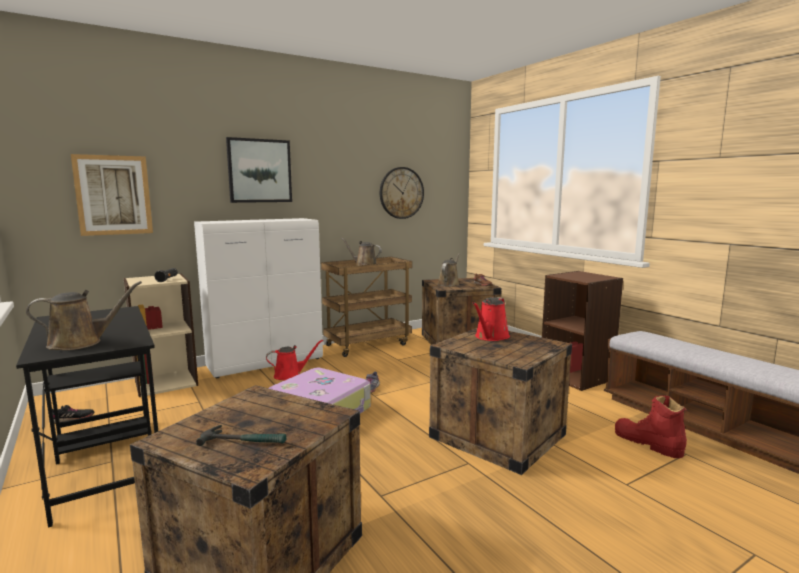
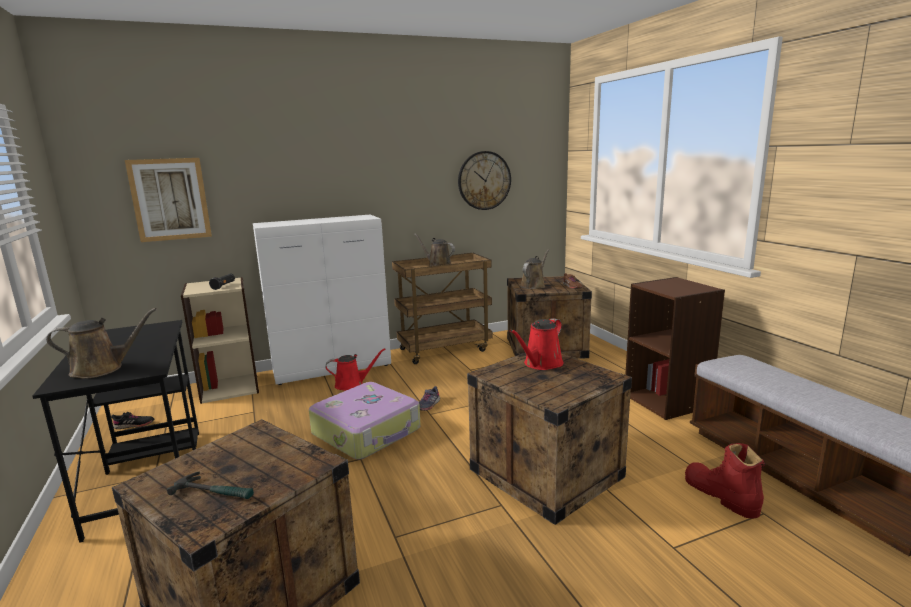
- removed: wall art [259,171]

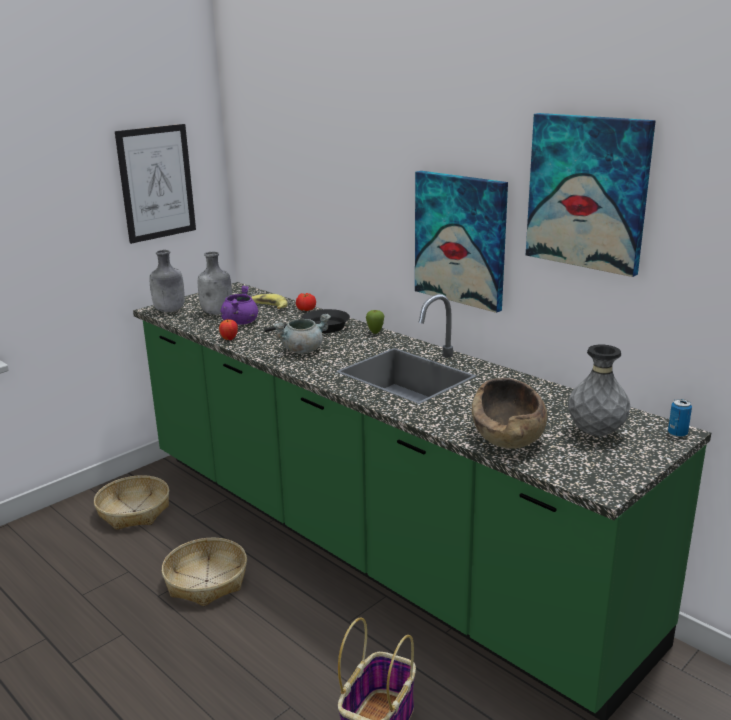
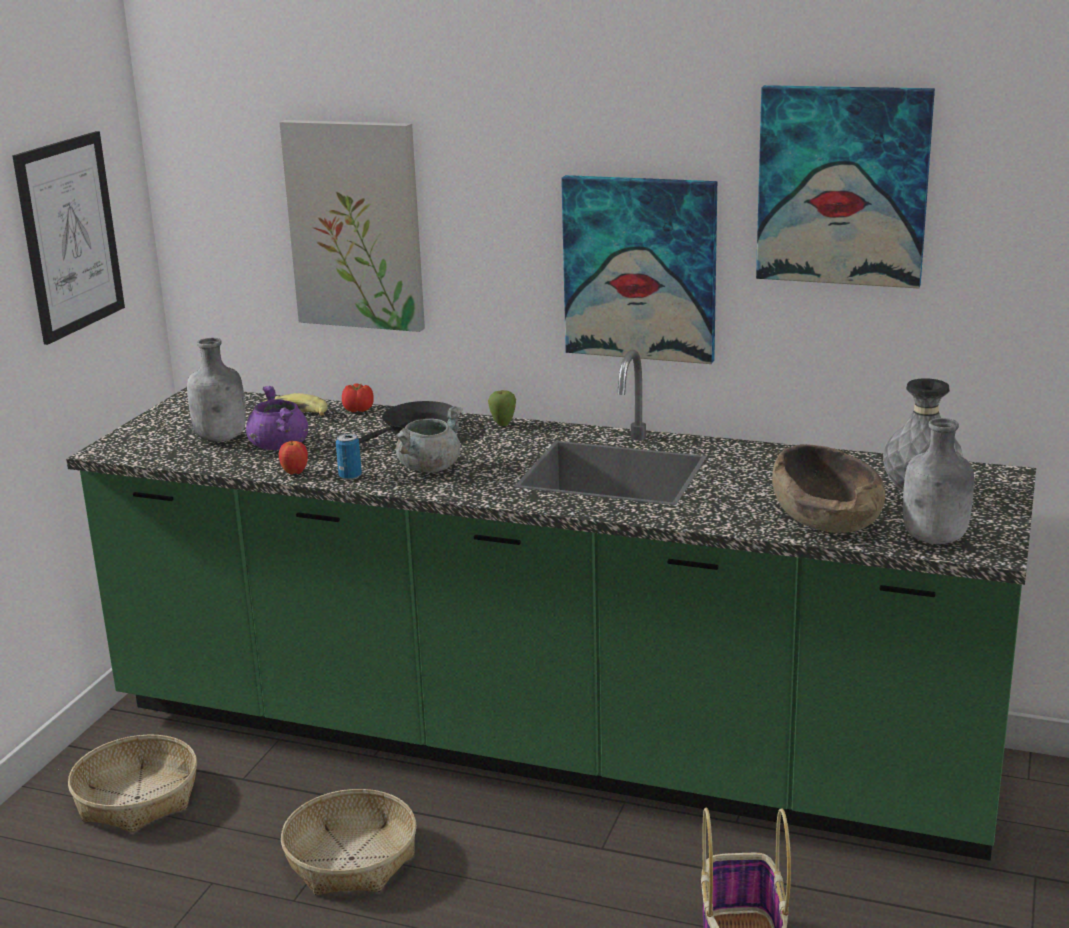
- moved: beverage bottle (gray) [169,310] to [935,539]
- moved: metal can [677,434] to [350,476]
- added: wall art [355,225]

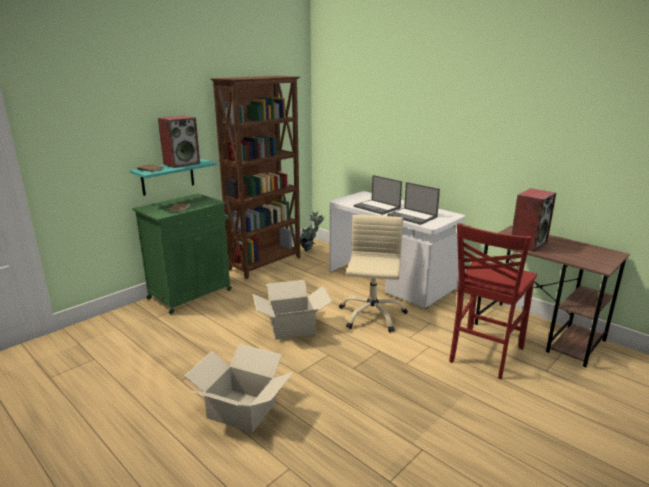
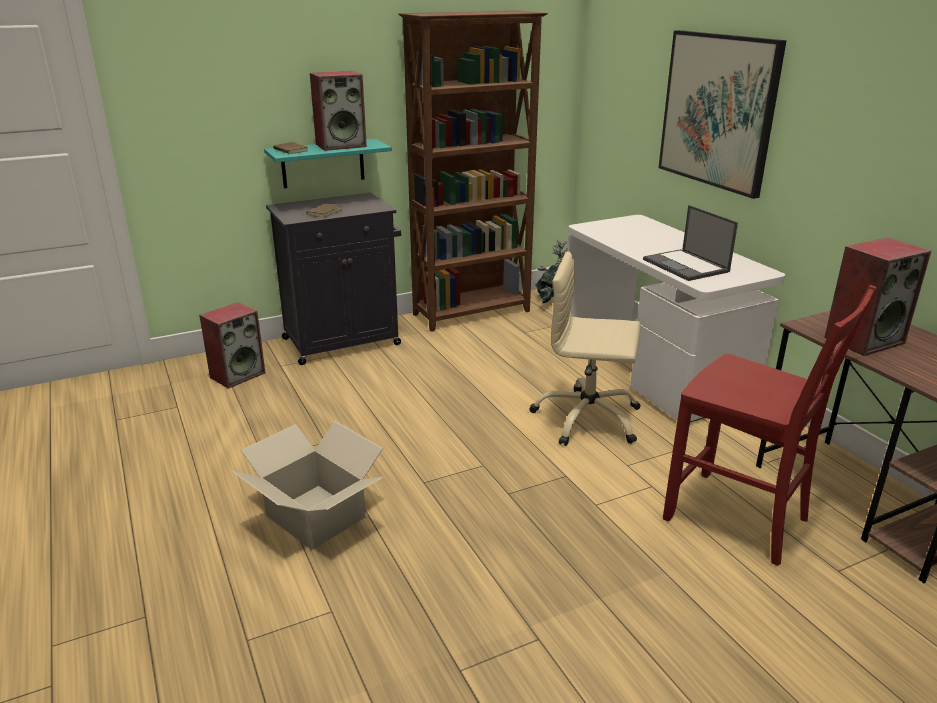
- recoloured: cupboard (greenish) [191,294] to cupboard (black-coloured) [343,341]
- removed: carton [292,327]
- turned: computer chair (sand-coloured) [371,315] = [587,419] 105 degrees counterclockwise
- removed: notebook computer [377,207]
- turned: chair (red) [484,355] = [739,519] 105 degrees counterclockwise
- added: loudspeaker [238,375]
- added: wall art [718,111]

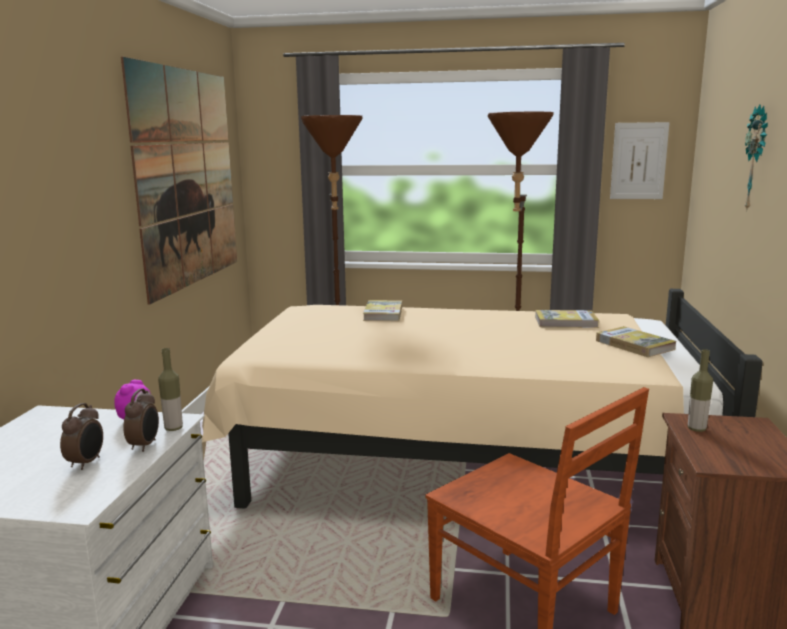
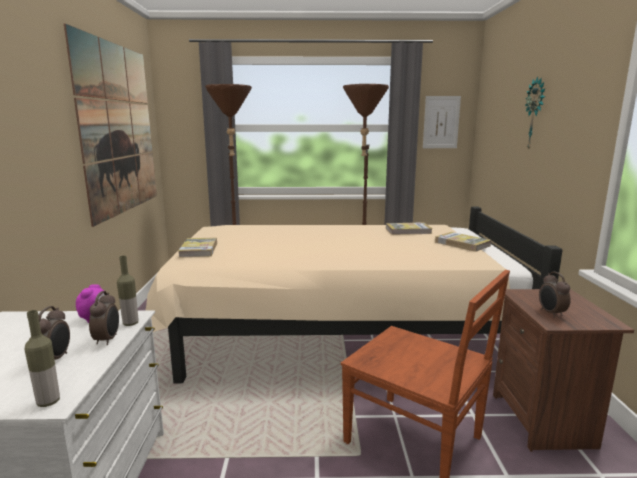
- moved: book [383,313] to [198,250]
- moved: beverage bottle [696,429] to [48,402]
- added: bedside clock [551,313]

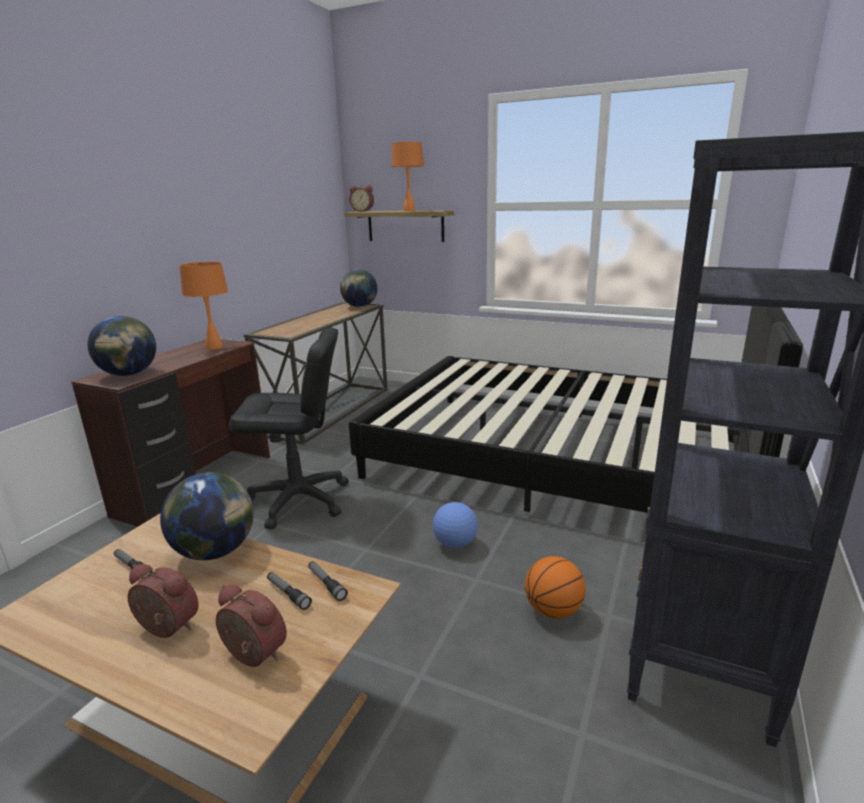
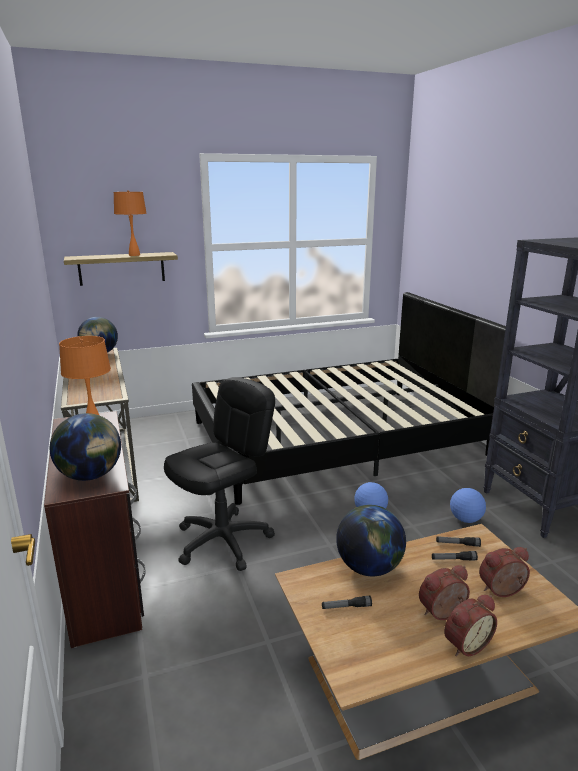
- moved: bedside clock [363,211] to [465,643]
- replaced: ball for basketball [553,610] to ball for football [465,519]

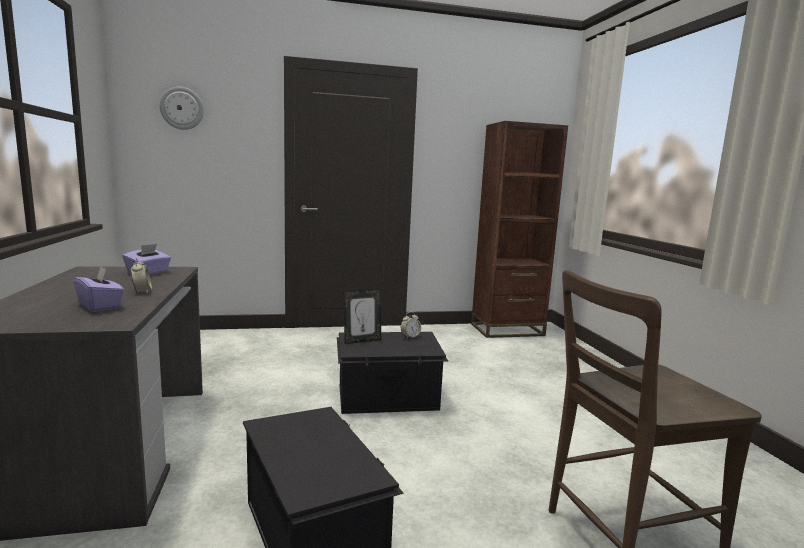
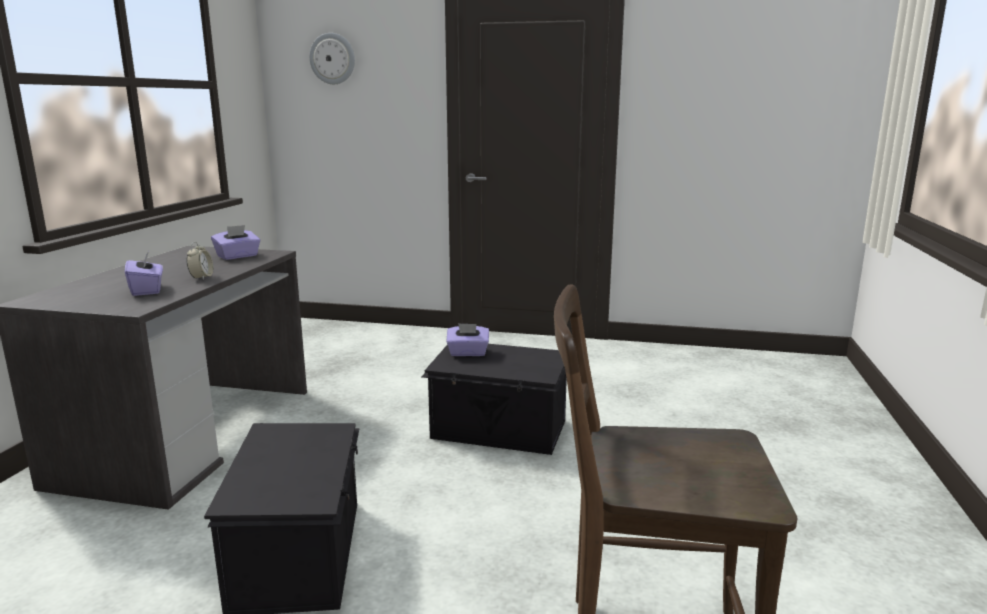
- replaced: standing frame [362,340] to tissue box (purple) [468,353]
- removed: bedside clock [410,336]
- removed: bookshelf (brown) [507,330]

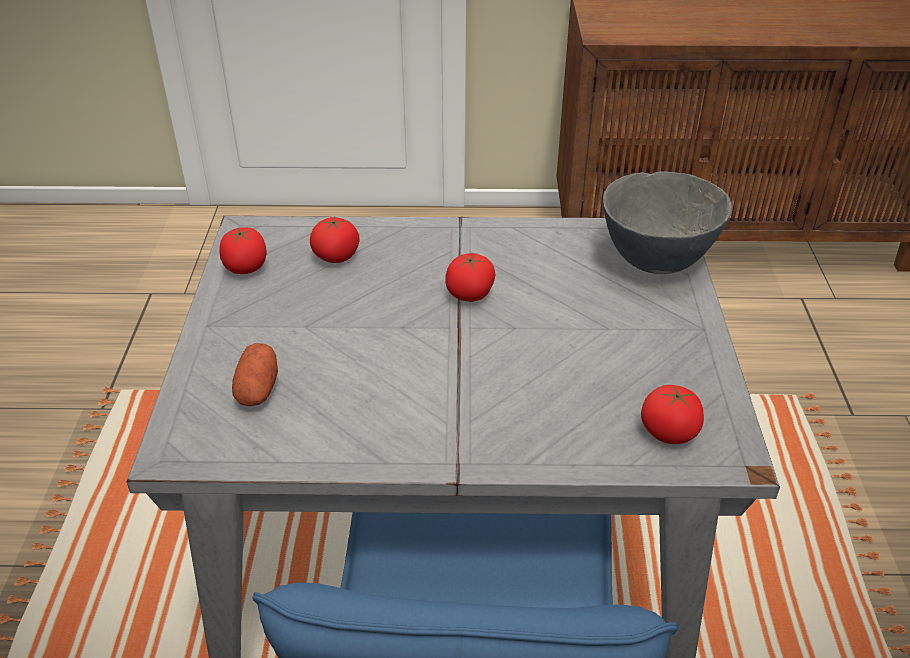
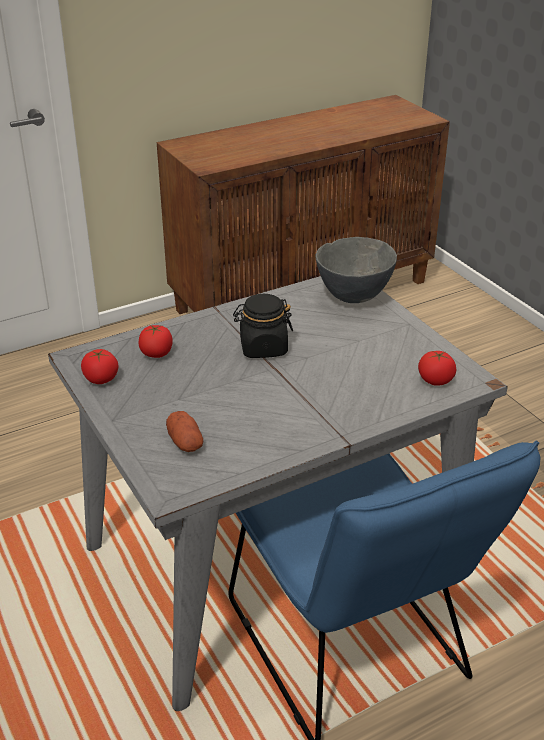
- replaced: fresh tomato [470,294] to jar (black-coloured) [263,348]

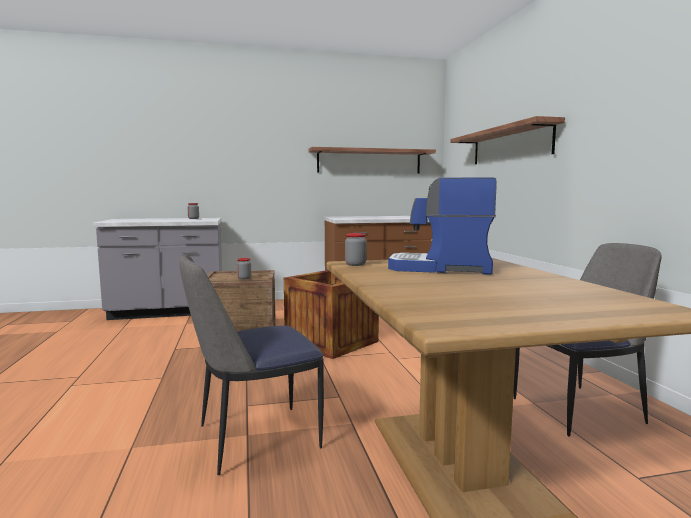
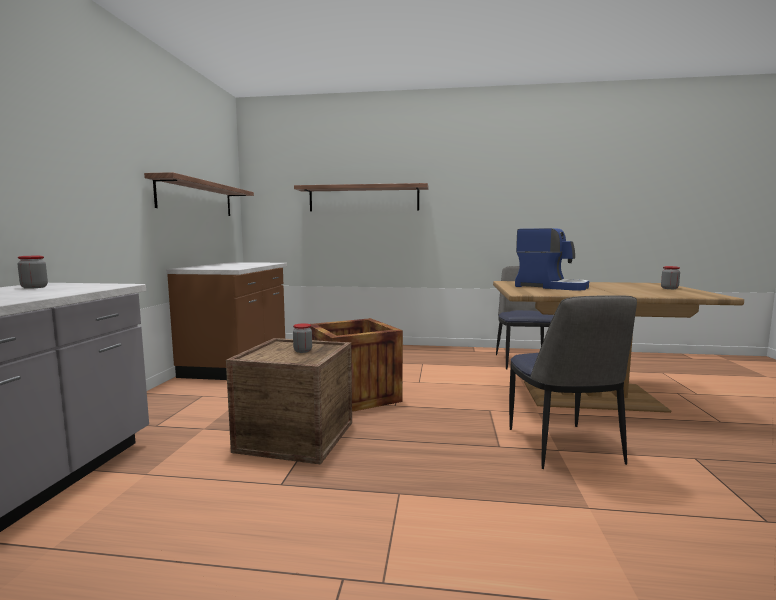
- moved: jar [355,264] to [669,288]
- turned: coffee maker [441,268] = [551,287] 90 degrees counterclockwise

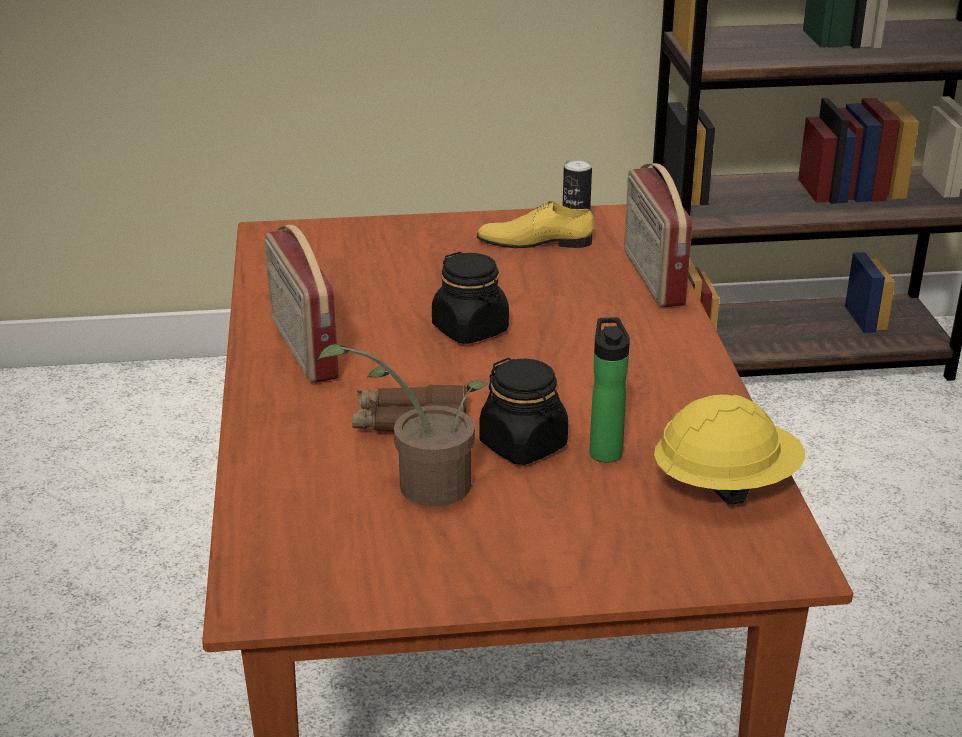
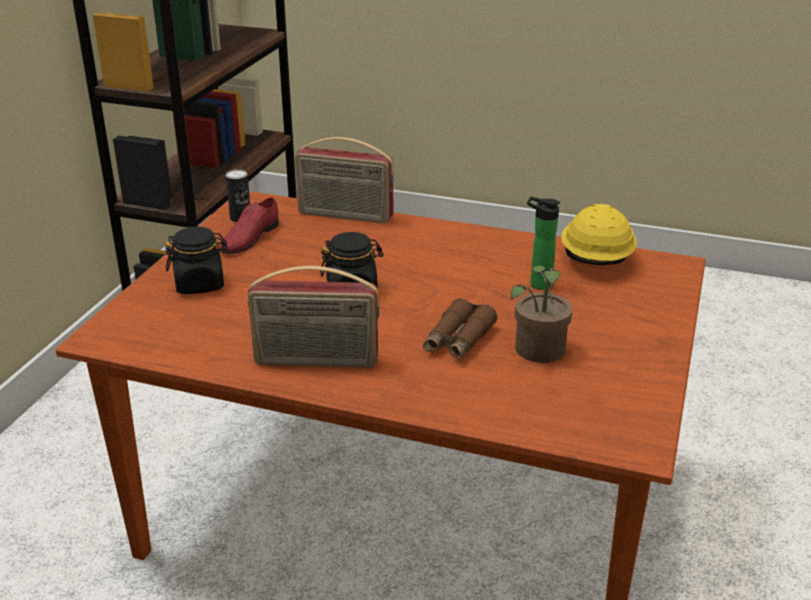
- recoloured: low shoe (yellow-coloured) [535,241] to low shoe (red) [249,237]
- moved: jar (black-coloured) [523,445] to [200,284]

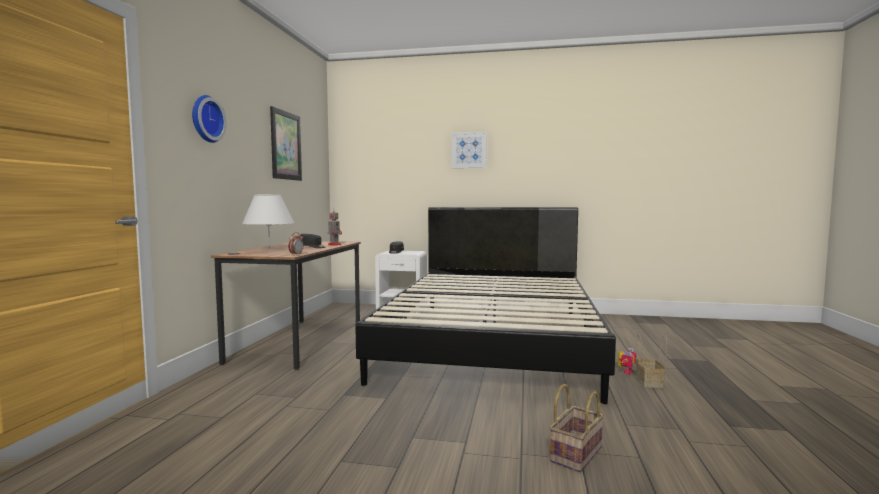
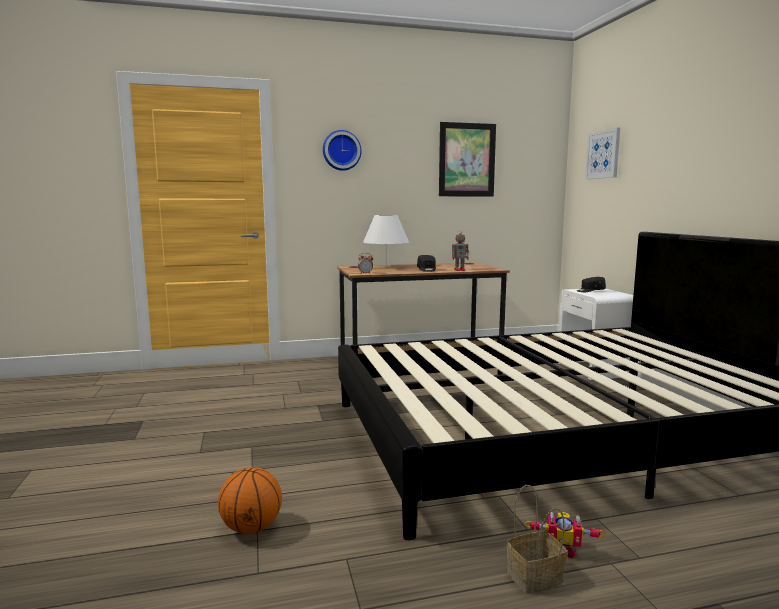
- moved: wall art [469,150] to [603,154]
- replaced: storage basket [575,453] to ball for basketball [252,528]

